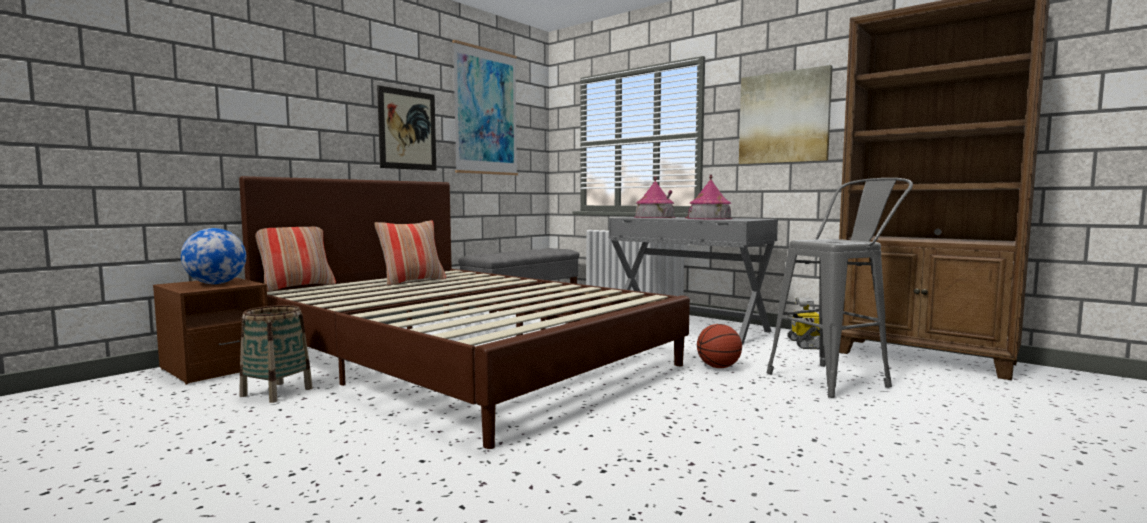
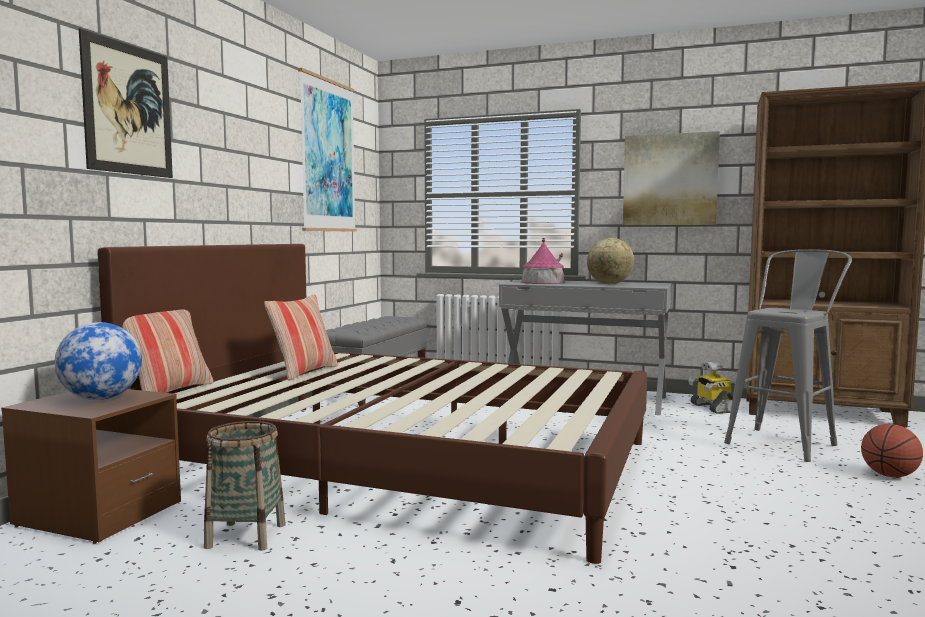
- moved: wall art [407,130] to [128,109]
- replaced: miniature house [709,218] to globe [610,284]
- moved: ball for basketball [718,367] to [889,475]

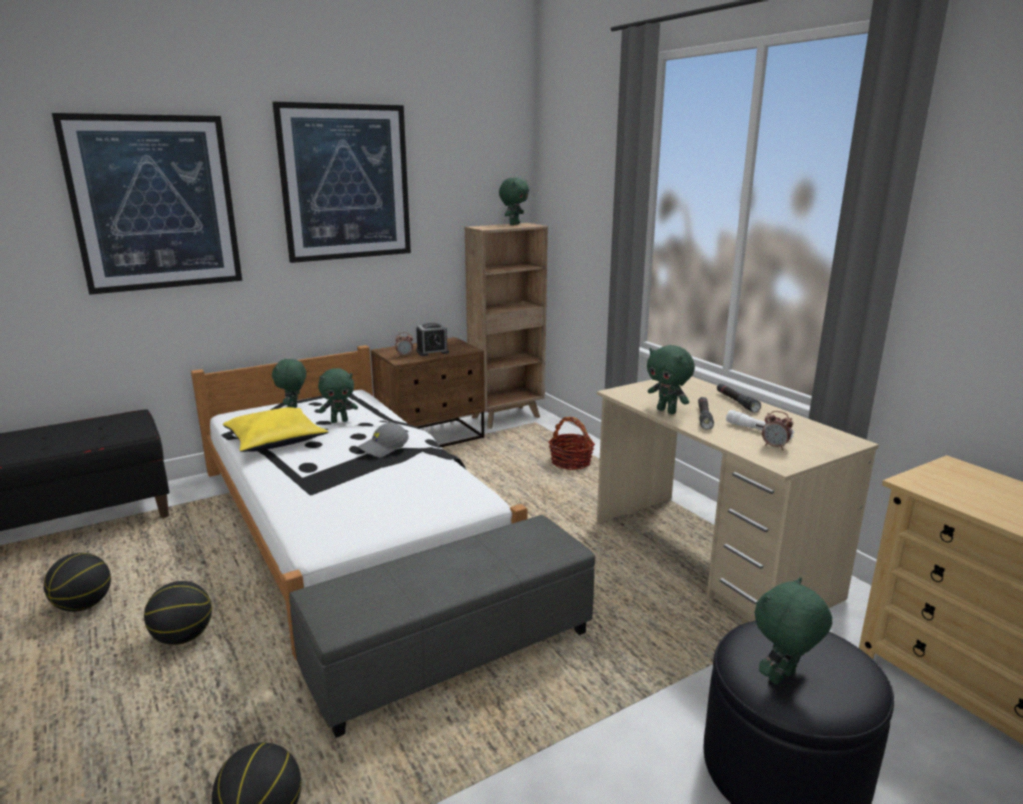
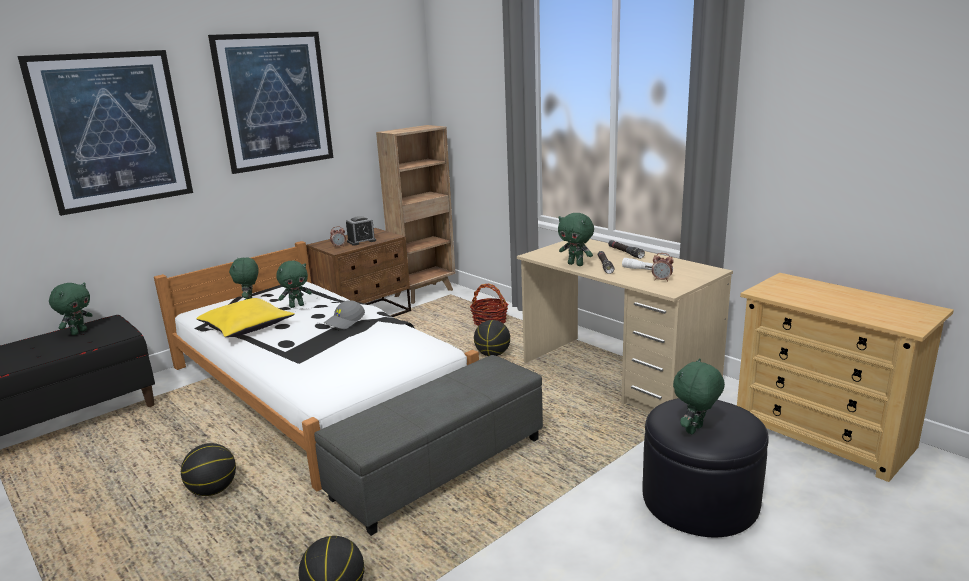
- moved: ball for basketball [83,605] to [492,354]
- moved: cuddly toy (greenish) [514,224] to [78,332]

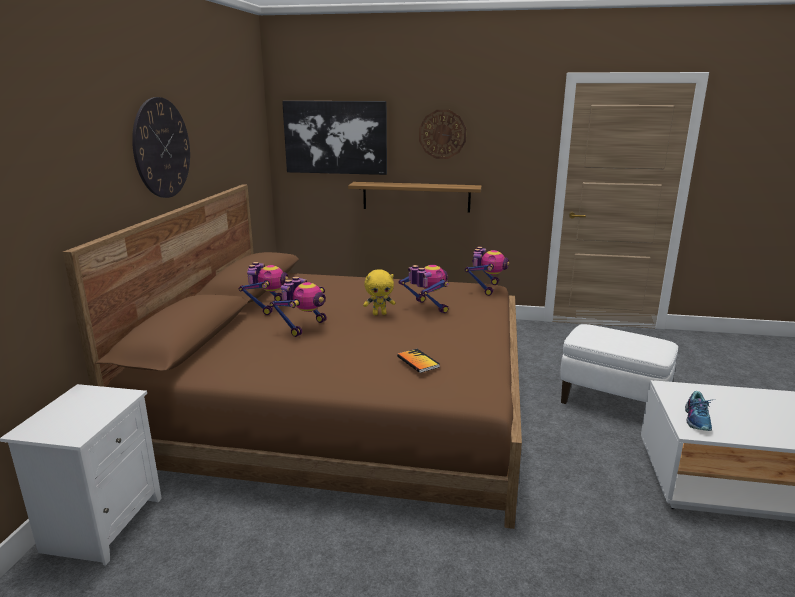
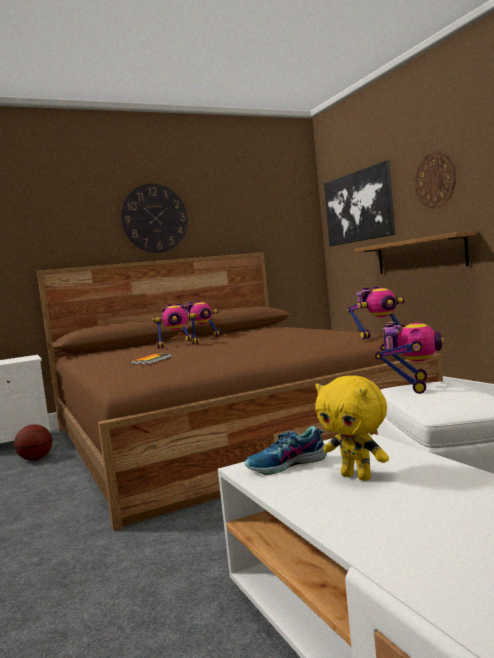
- moved: cuddly toy (yellow-coloured) [379,314] to [357,477]
- moved: toy robot [426,308] to [411,386]
- added: ball for basketball [36,459]

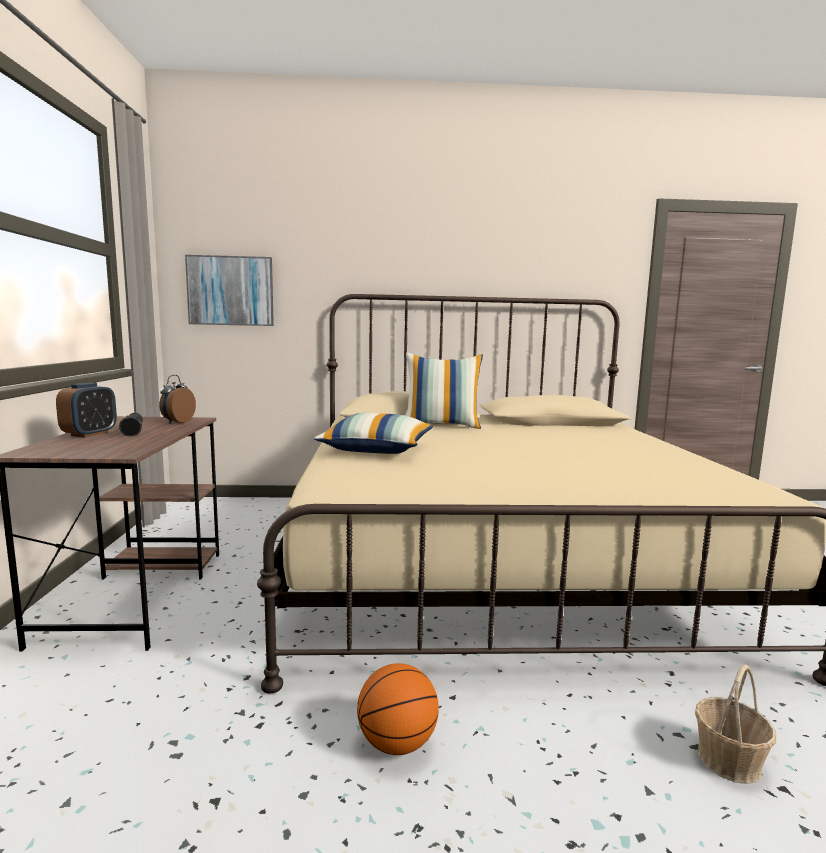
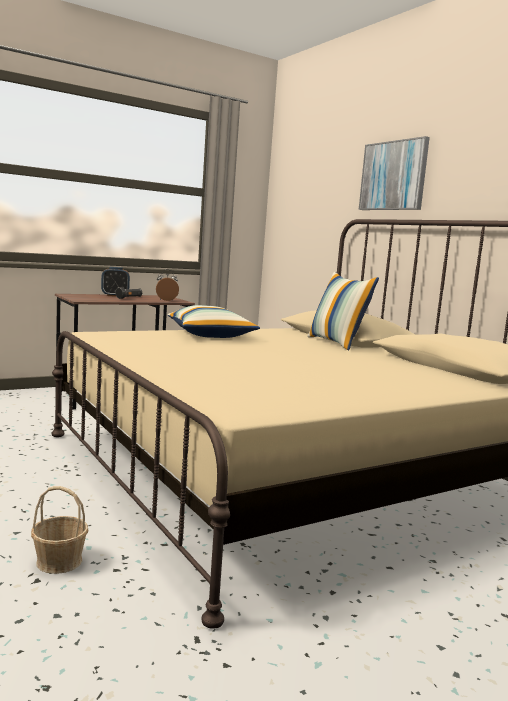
- moved: wall art [231,291] to [393,176]
- removed: ball for basketball [397,743]

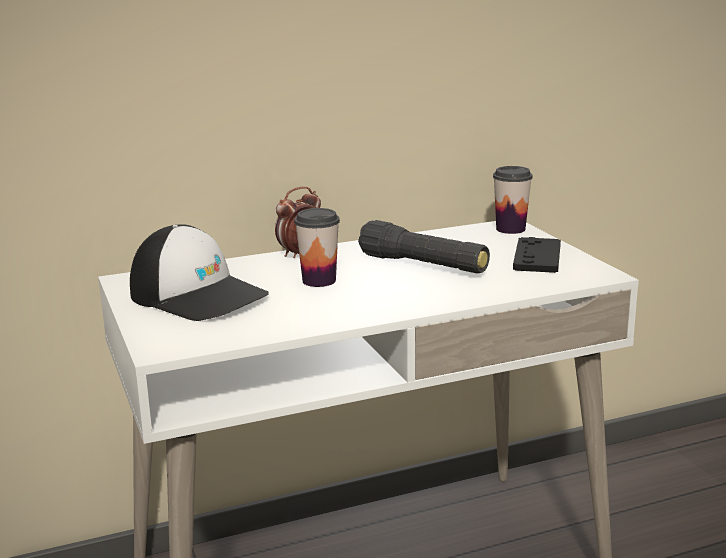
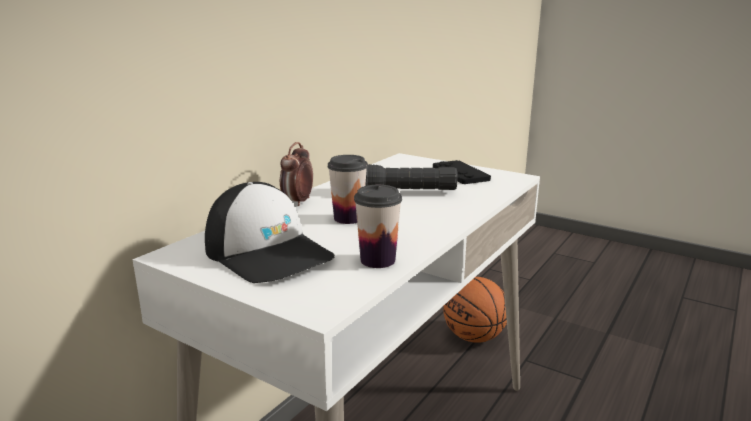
- turned: cap [199,295] = [269,252] 45 degrees clockwise
- moved: small cup [510,229] to [377,260]
- added: ball for basketball [474,337]

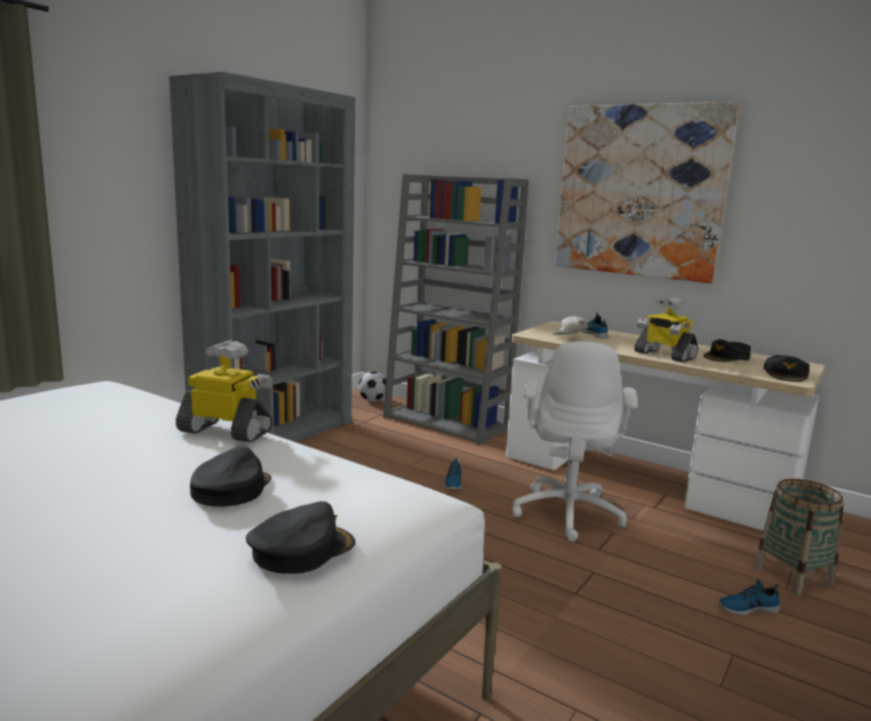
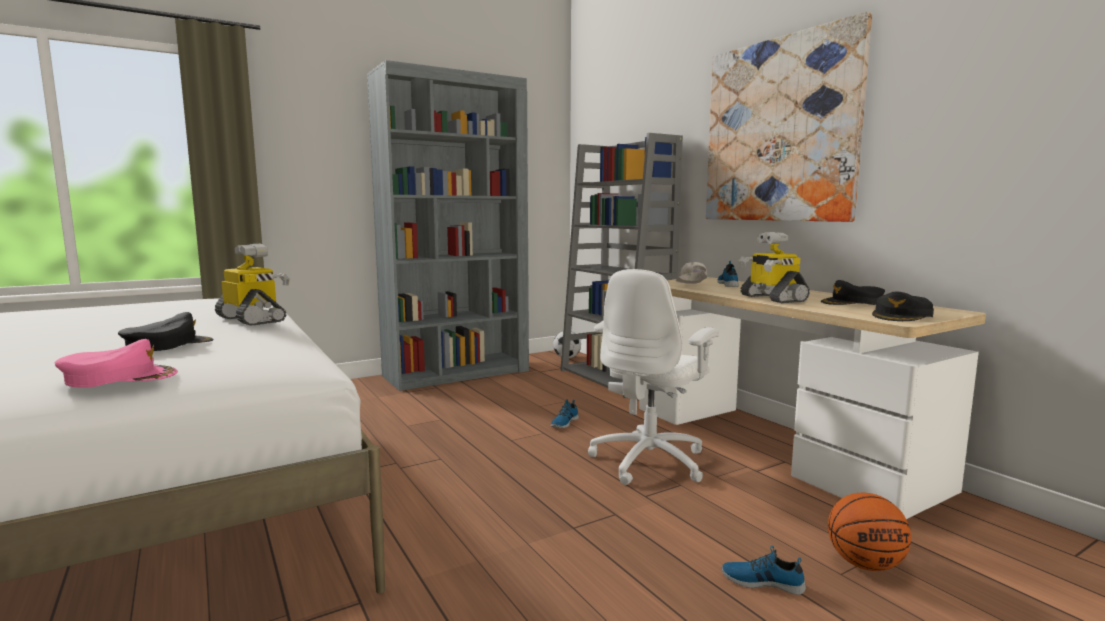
- recoloured: cap (black-coloured) [301,549] to cap (pink-coloured) [120,377]
- replaced: storage basket [792,576] to ball for basketball [865,564]

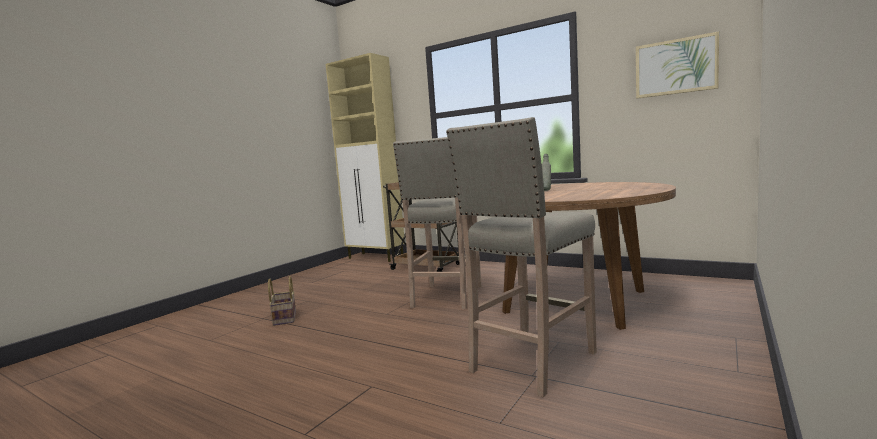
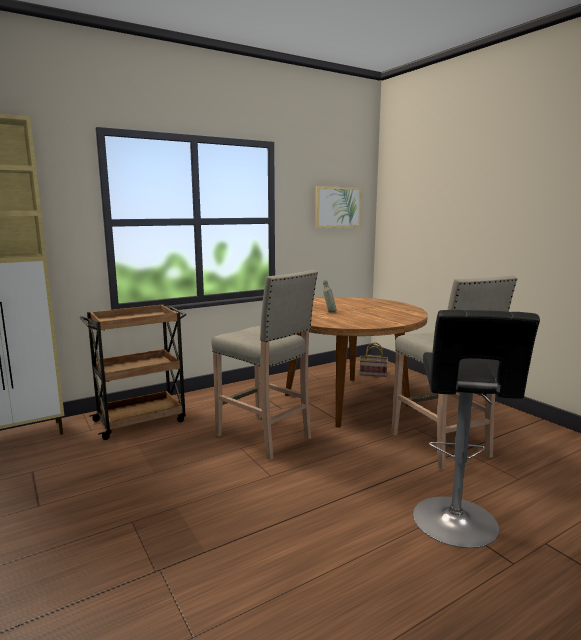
- moved: storage basket [284,318] to [372,374]
- added: stool (black-coloured) [456,524]

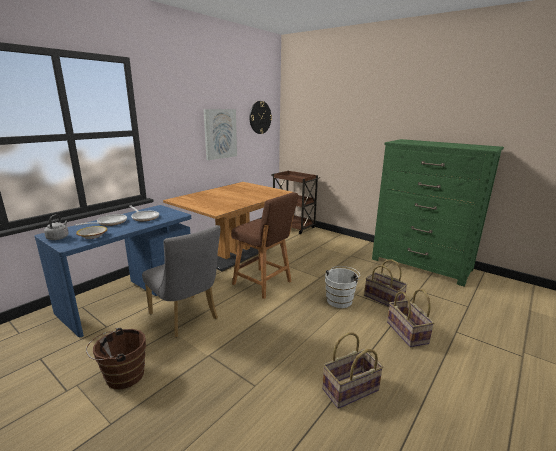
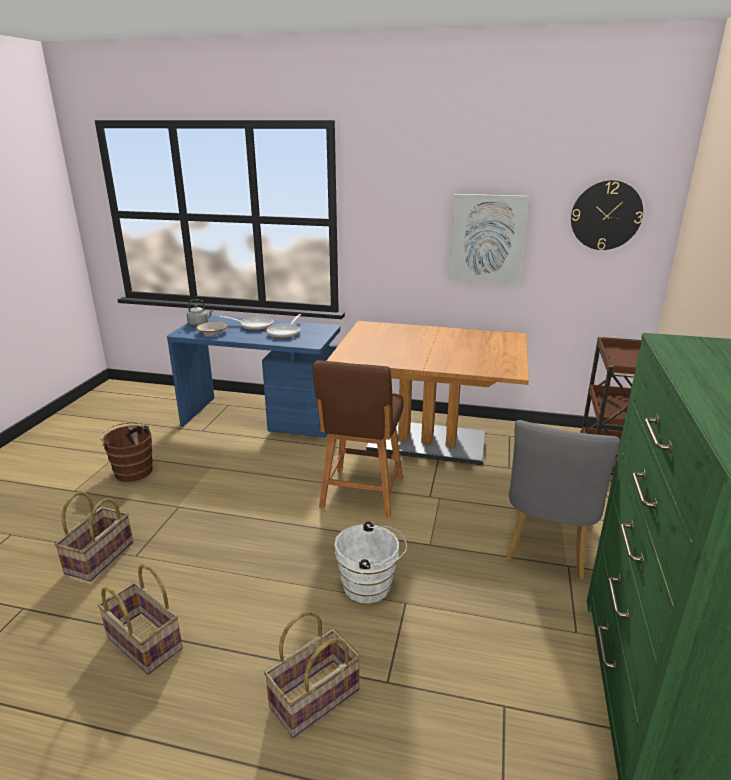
- moved: chair (gray) [186,318] to [547,548]
- moved: storage basket [384,298] to [100,558]

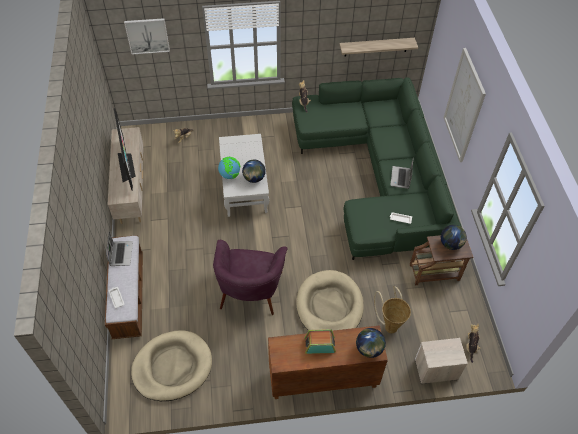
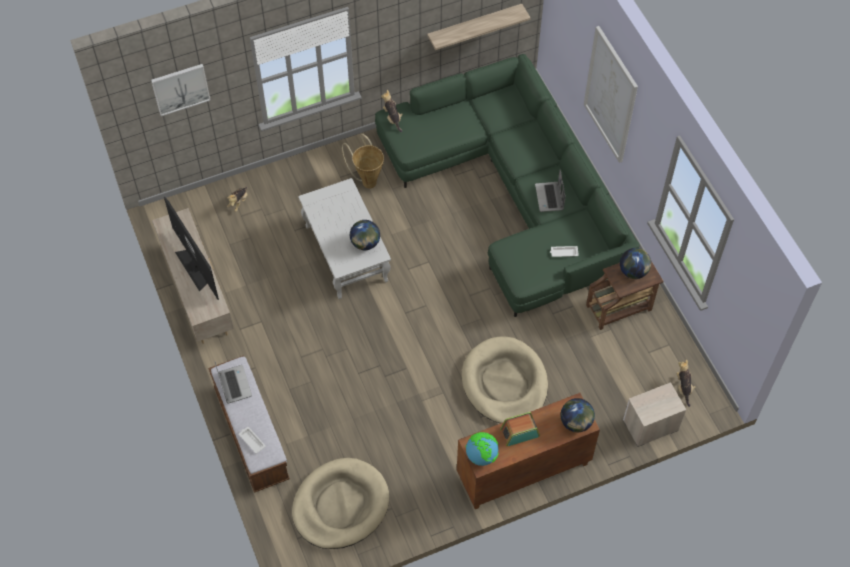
- removed: easy chair (purple) [250,290]
- moved: globe [230,175] to [481,455]
- moved: storage basket [389,325] to [367,180]

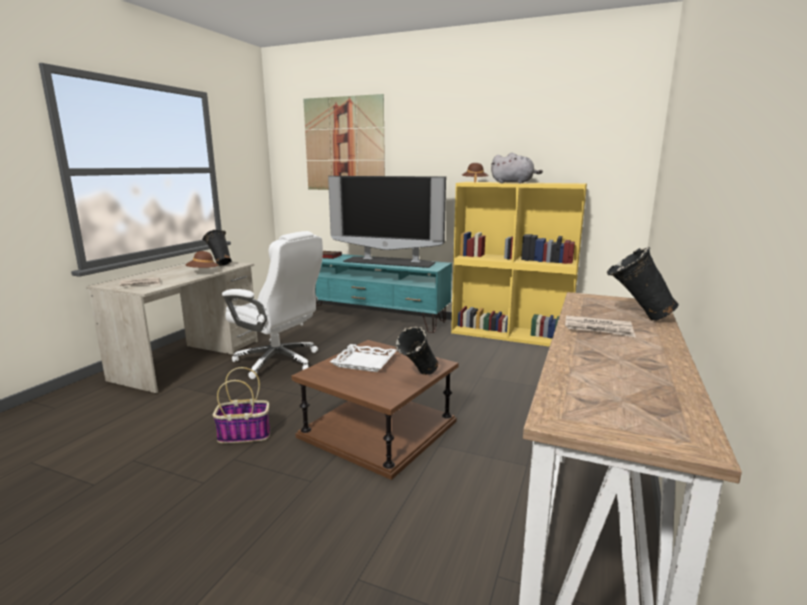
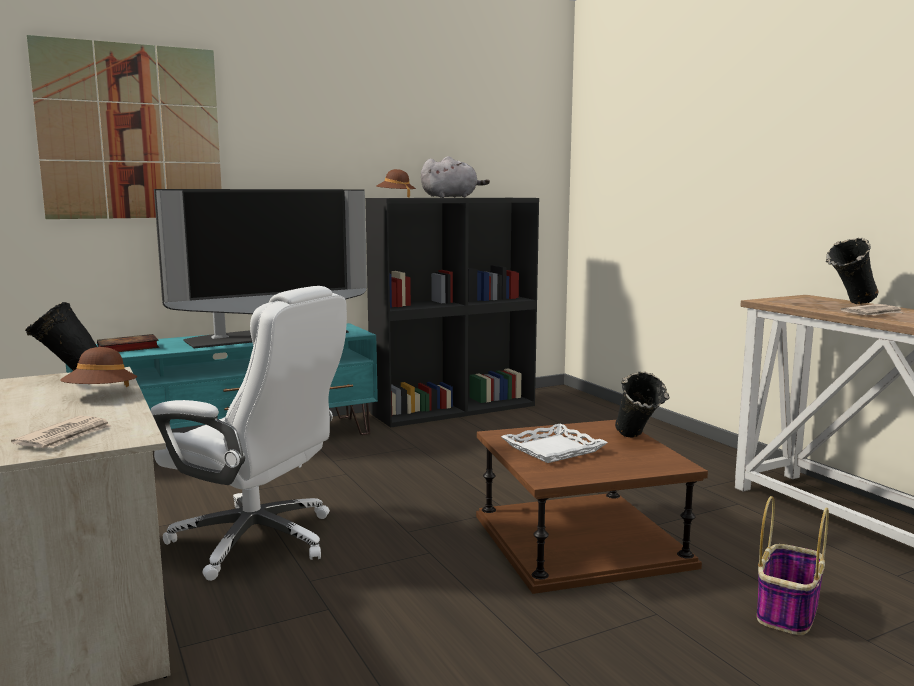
- moved: storage basket [245,434] to [787,610]
- turned: computer chair (white-coloured) [279,361] = [258,540] 45 degrees clockwise
- recoloured: bookshelf (yellow-coloured) [511,334] to bookshelf (black-coloured) [454,409]

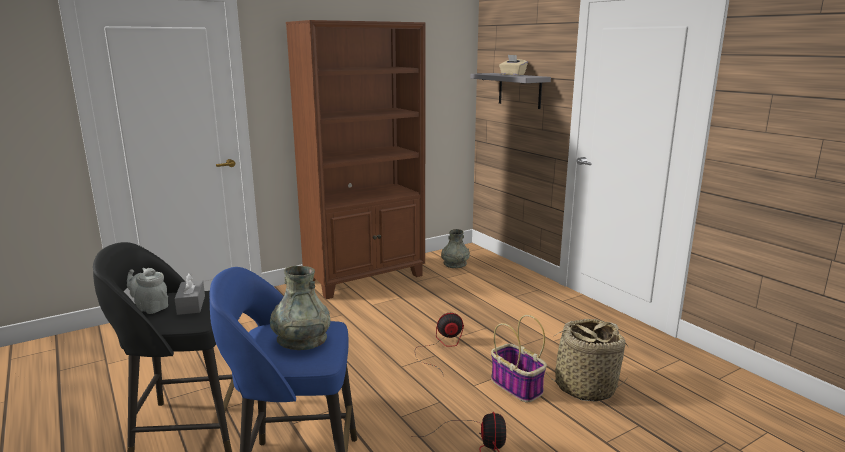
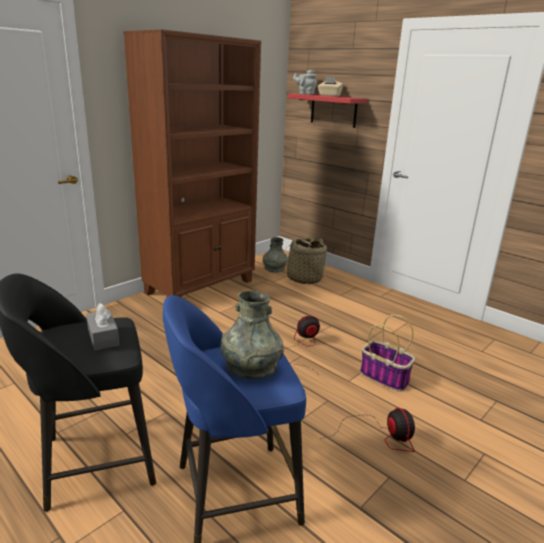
- moved: teapot (gray) [150,308] to [305,94]
- recoloured: wall shelf (gray) [519,90] to wall shelf (red) [333,110]
- moved: storage basket [584,387] to [304,278]

